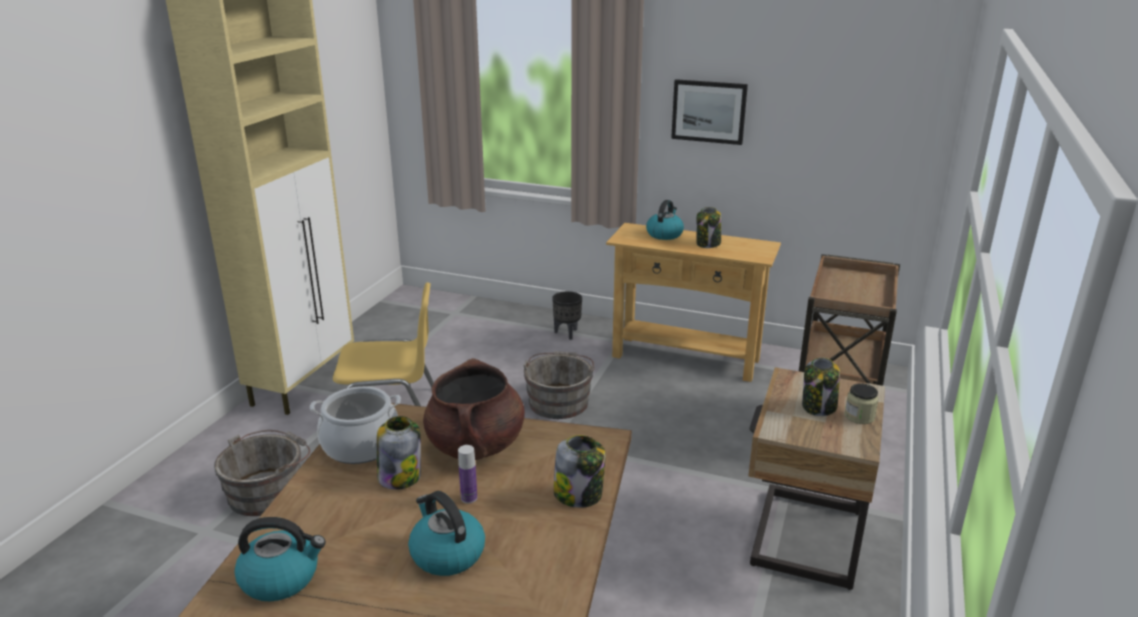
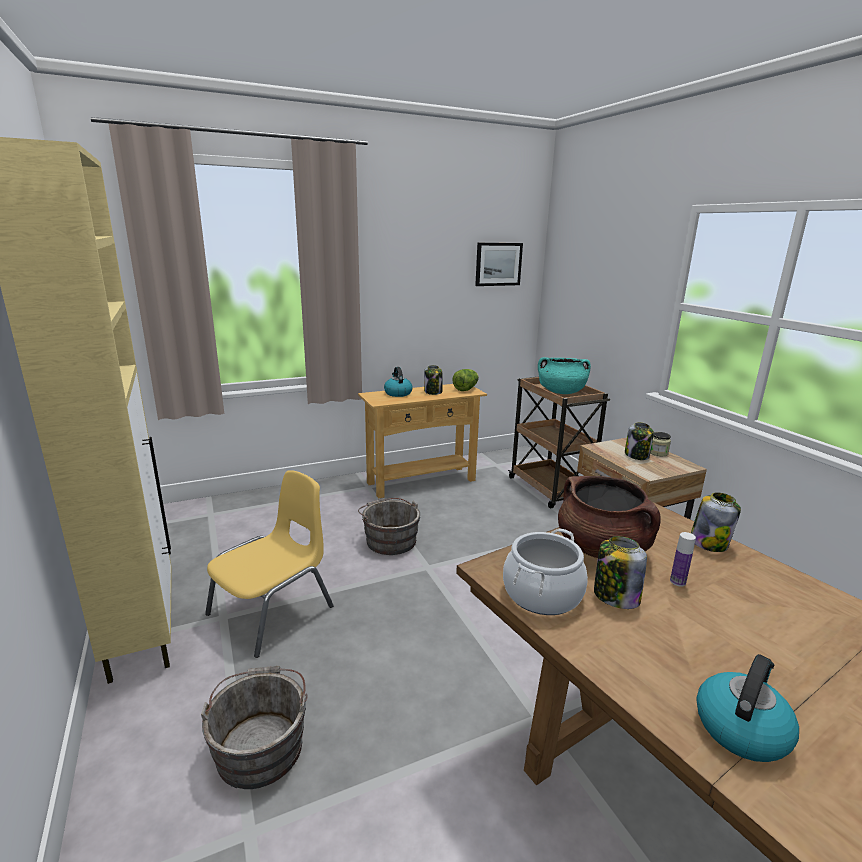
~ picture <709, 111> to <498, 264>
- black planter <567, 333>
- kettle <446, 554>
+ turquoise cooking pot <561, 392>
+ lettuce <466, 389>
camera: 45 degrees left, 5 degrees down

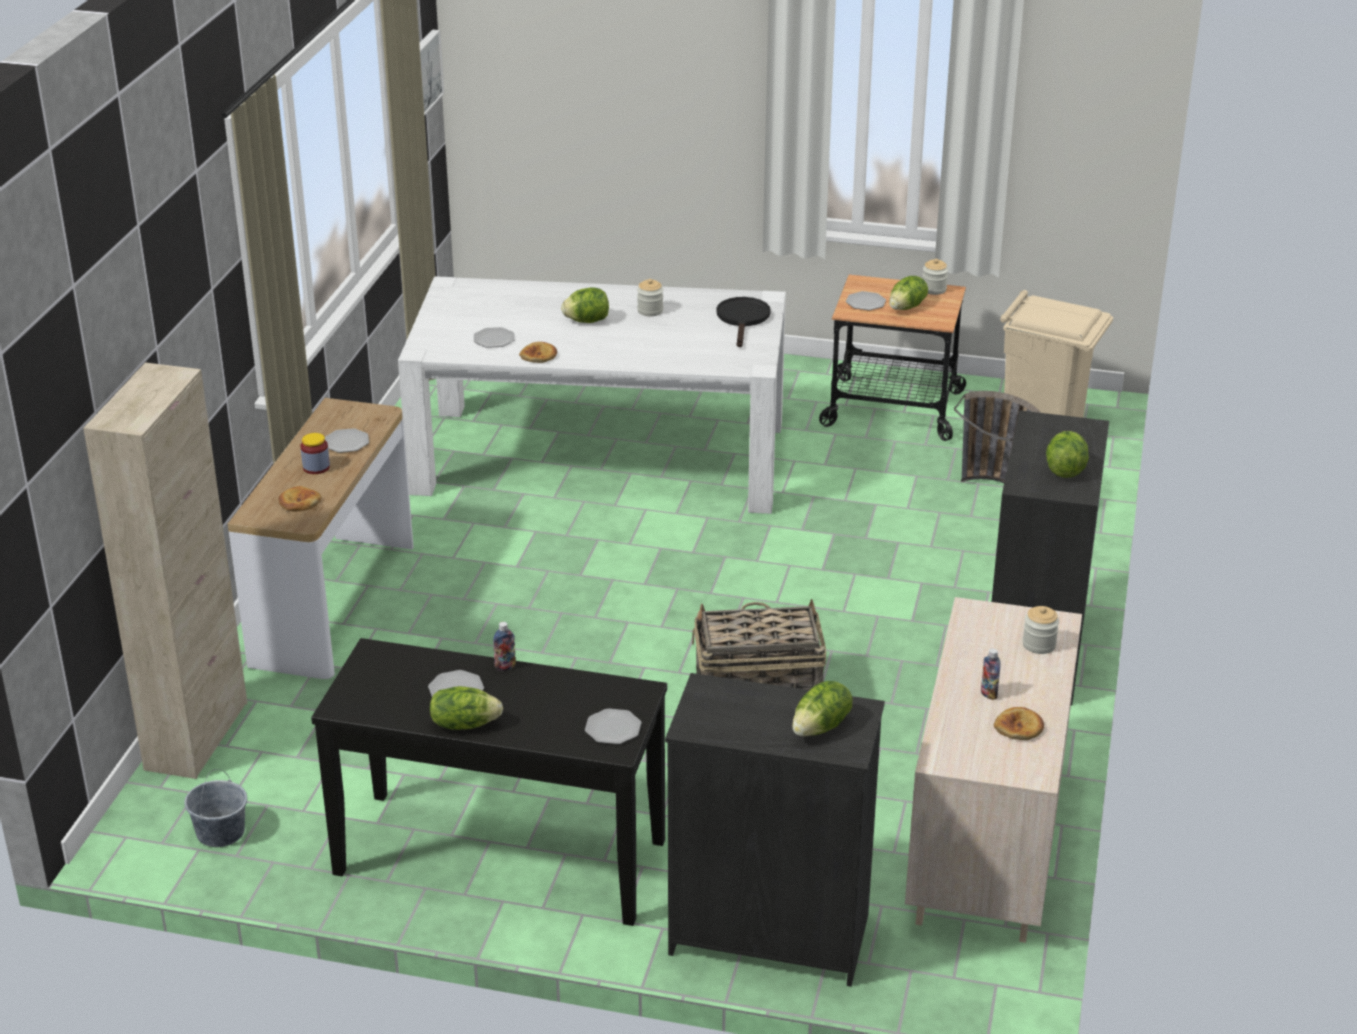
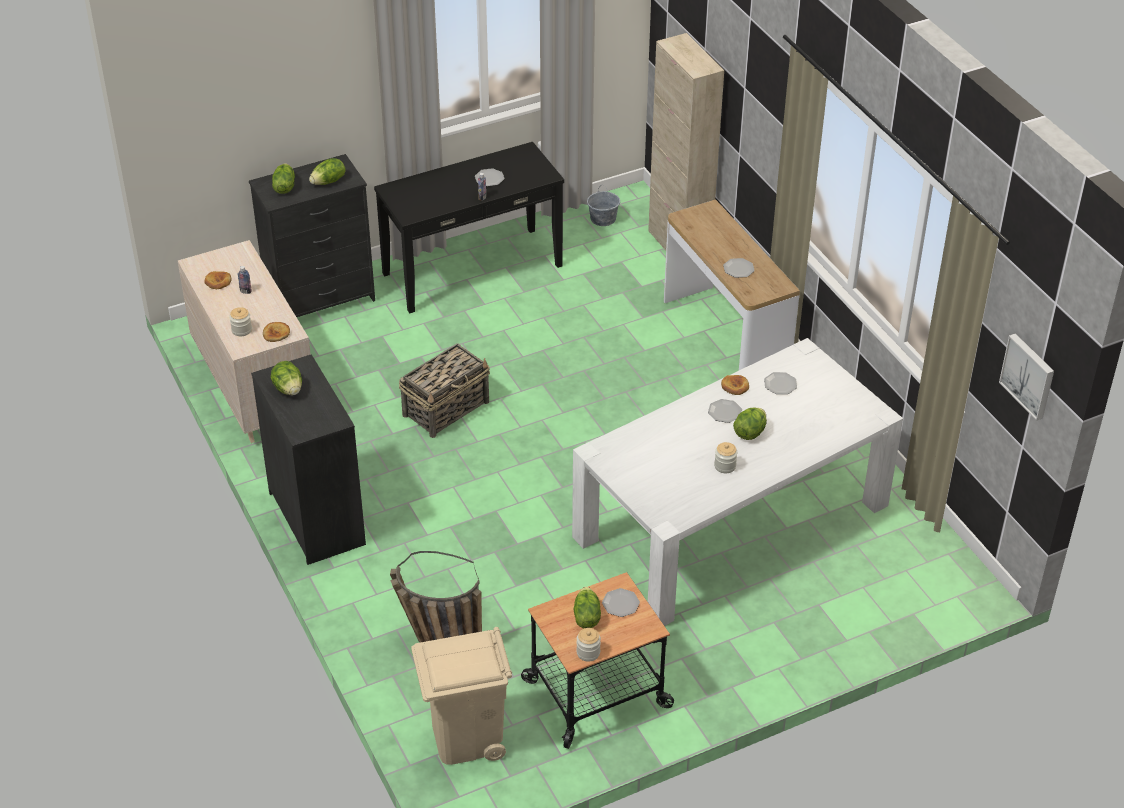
- black frying pan <743, 319>
- jar <316, 467>
~ bread <299, 502> to <276, 333>
~ lettuce <464, 724> to <329, 181>
~ plate <612, 728> to <725, 412>
camera: 140 degrees right, 10 degrees up

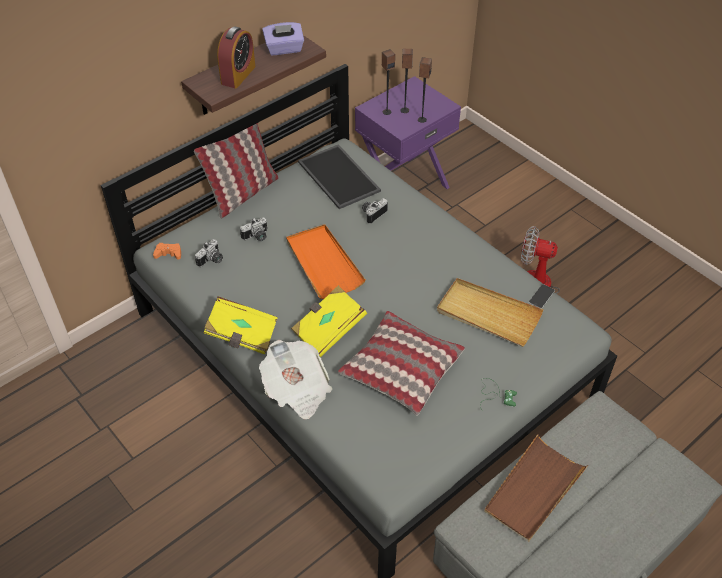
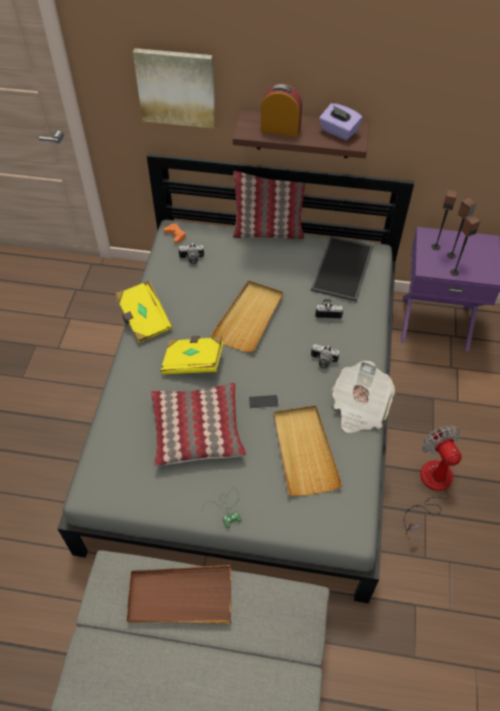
~ alarm clock <238, 75> = <280, 129> 150 degrees counterclockwise
~ photo camera <257, 237> to <323, 361>
~ orange tray <323, 263> to beige tray <249, 318>
~ phone <541, 296> to <263, 402>
~ newspaper <297, 390> to <359, 407>
+ picture <176, 87>
camera: 50 degrees right, 5 degrees up

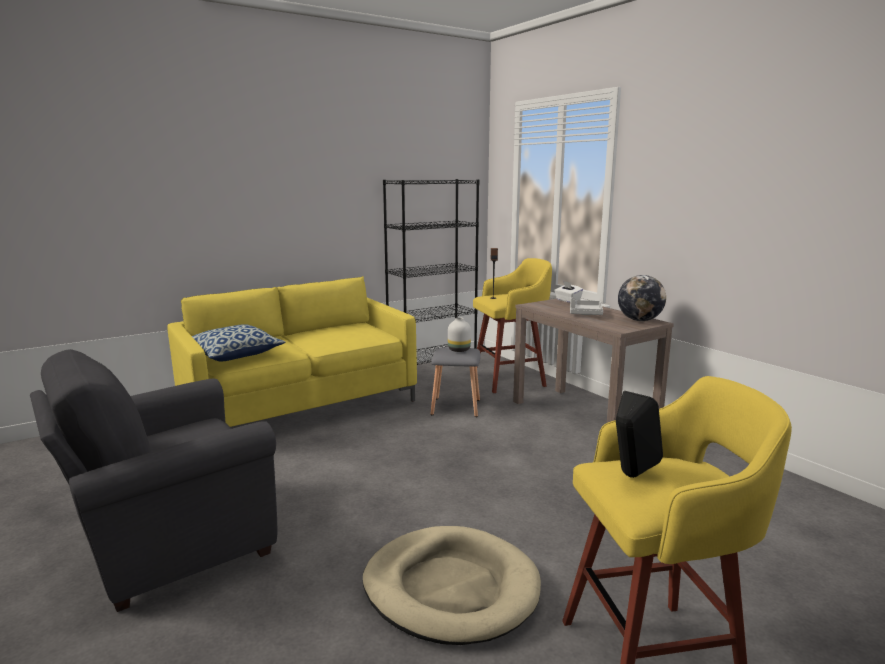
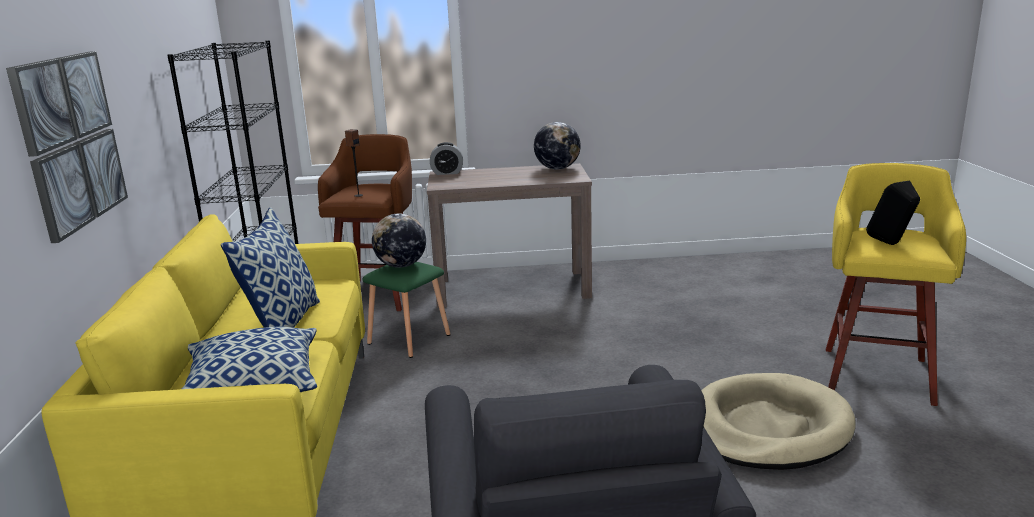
~ yellow stool <510, 380> to brown stool <379, 294>
~ white tissue box <567, 300> to alarm clock <447, 173>
- grey tray <585, 314>
~ white vase <459, 350> to globe <401, 265>
~ grey stool <456, 407> to green stool <409, 338>
+ picture <71, 141>
+ pillow <283, 324>
camera: 60 degrees left, 5 degrees up

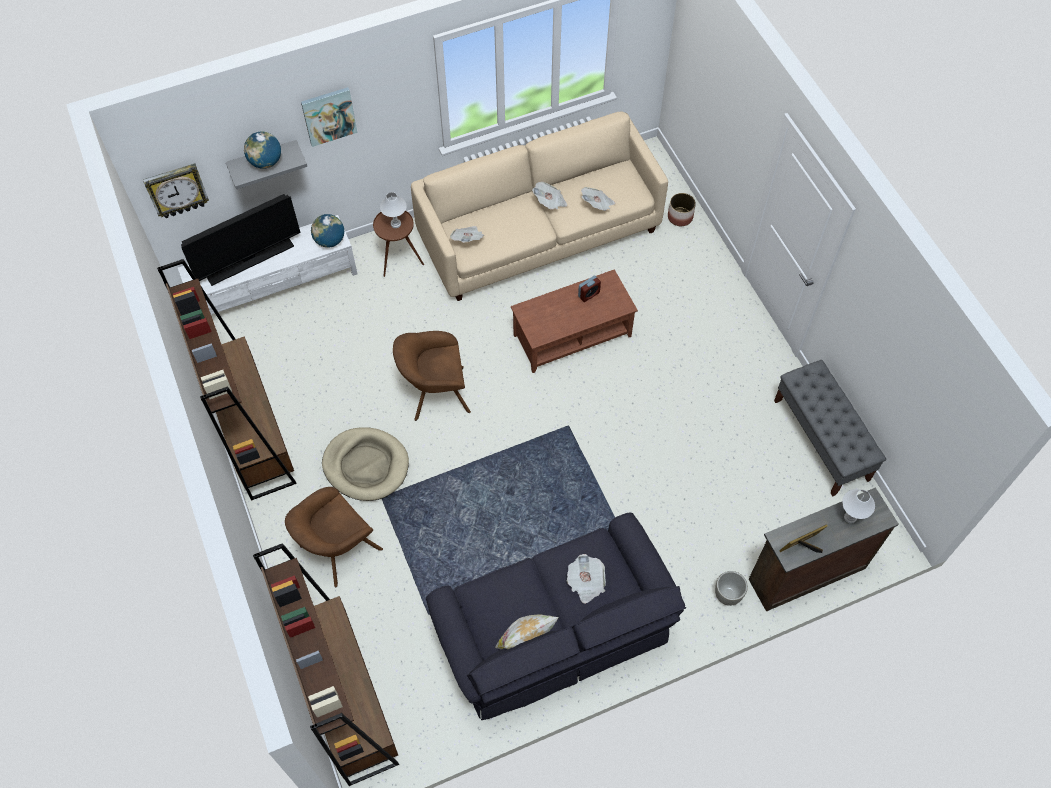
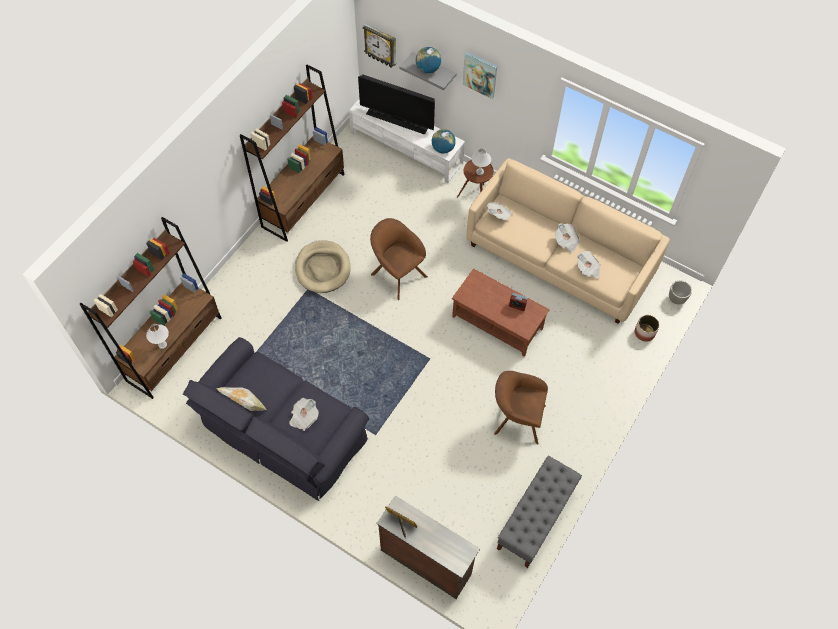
~ brown armchair <337, 550> to <516, 418>
~ white table lamp <850, 517> to <162, 345>
~ grey planter <727, 595> to <676, 298>
camera: 55 degrees right, 0 degrees up

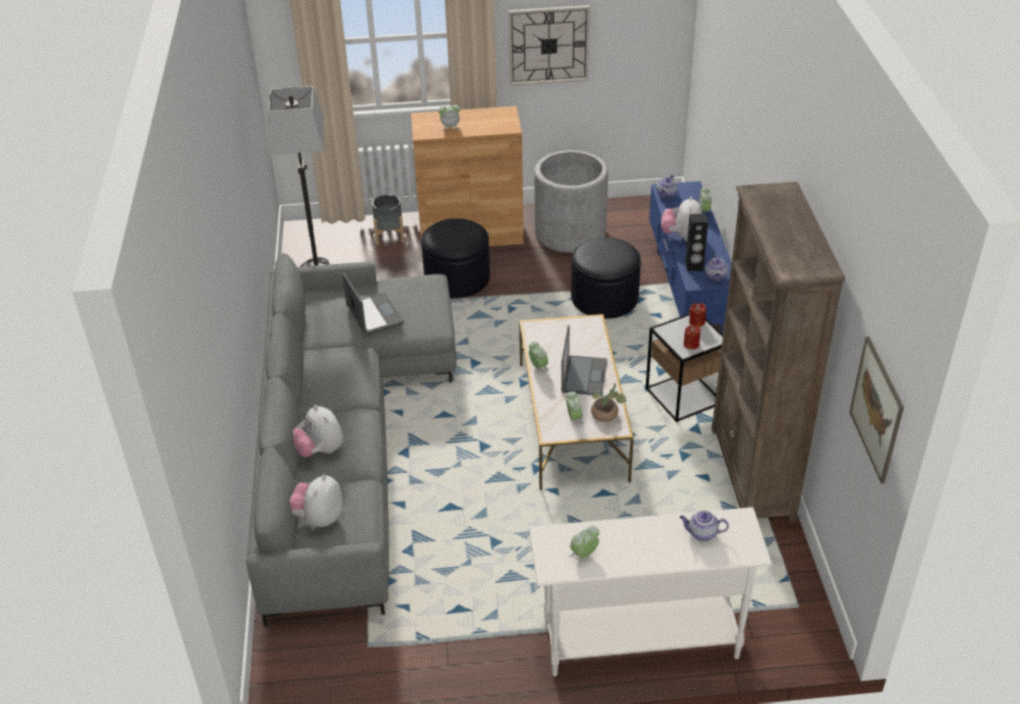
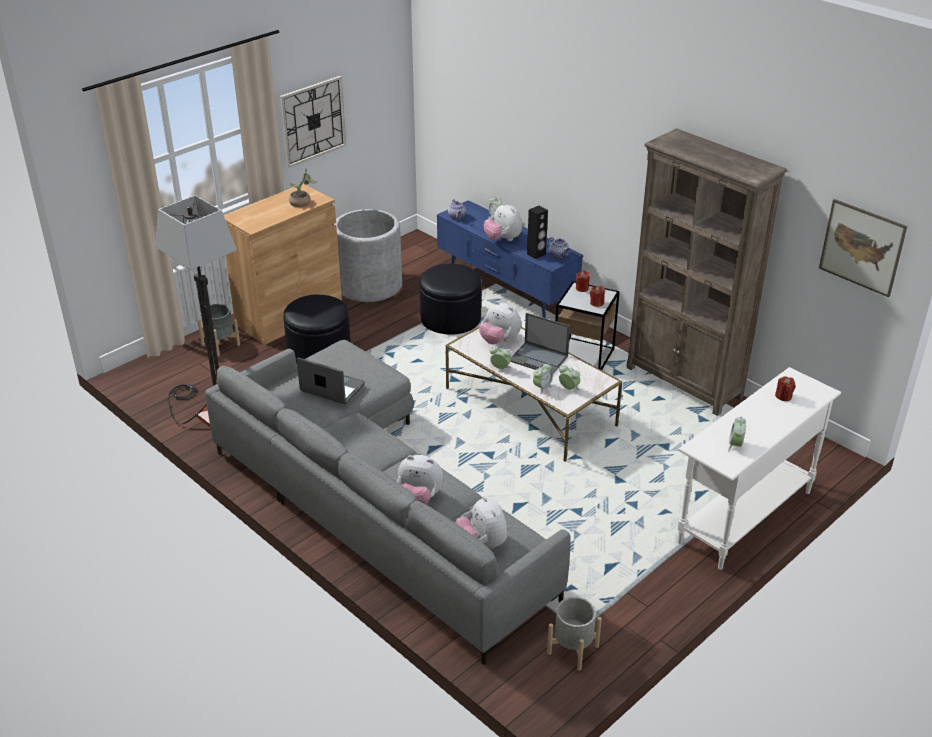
~ alarm clock <450, 127> to <542, 387>
~ laptop <584, 375> = <539, 359> 150 degrees clockwise
~ potted plant <606, 416> to <302, 203>
~ teapot <702, 534> to red candle <783, 396>
+ plush toy <499, 340>
+ grey planter <572, 649>
camera: 40 degrees left, 5 degrees down

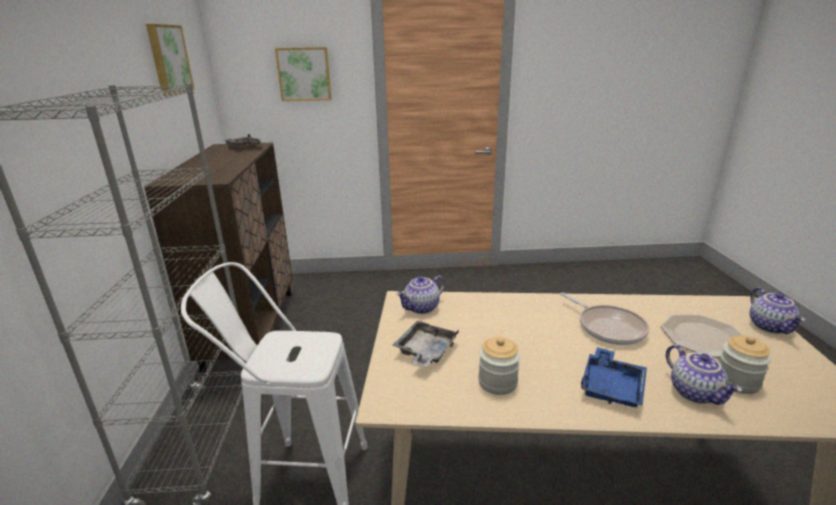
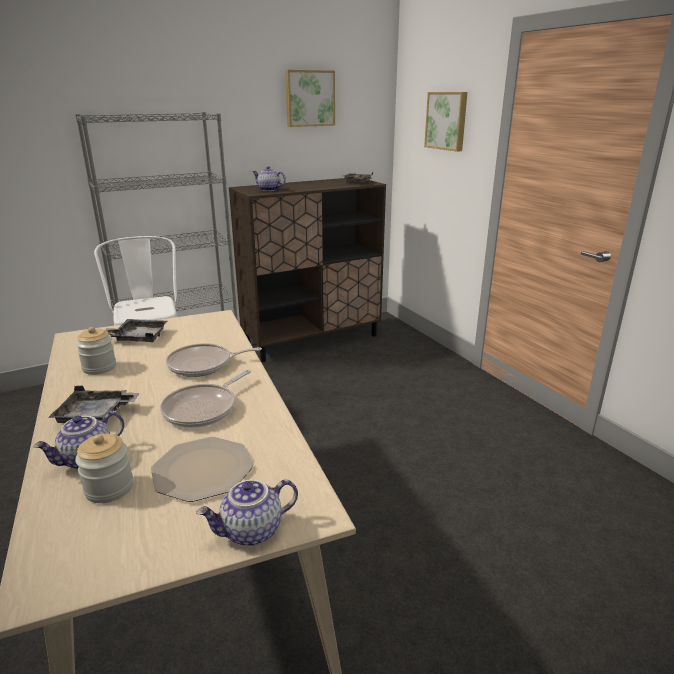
~ teapot <422, 308> to <268, 190>
~ blue tray <611, 387> to grey tray <95, 415>
+ frying pan <203, 365>
camera: 65 degrees right, 0 degrees up

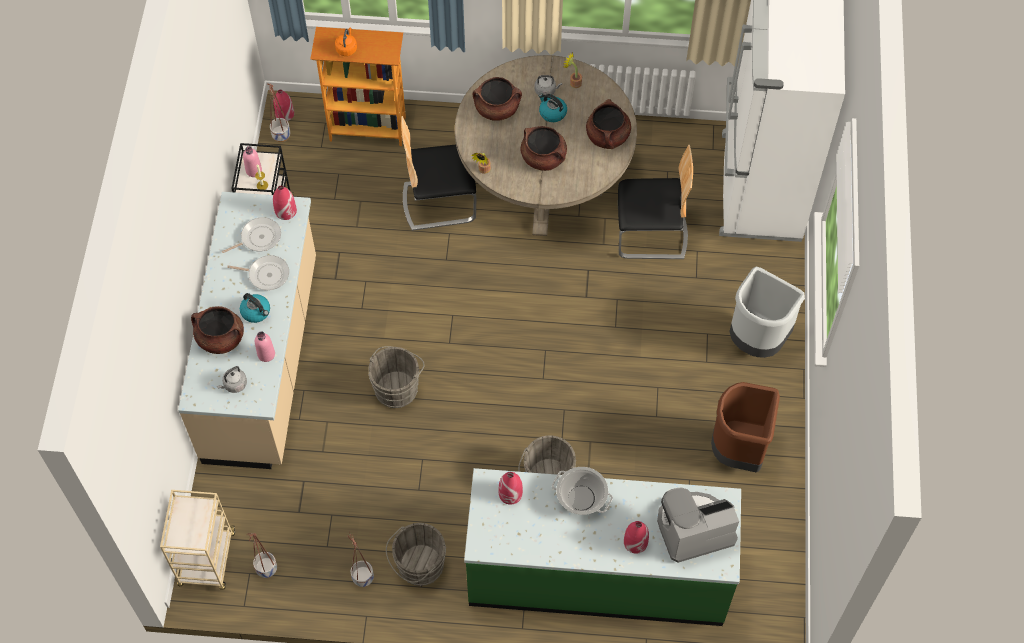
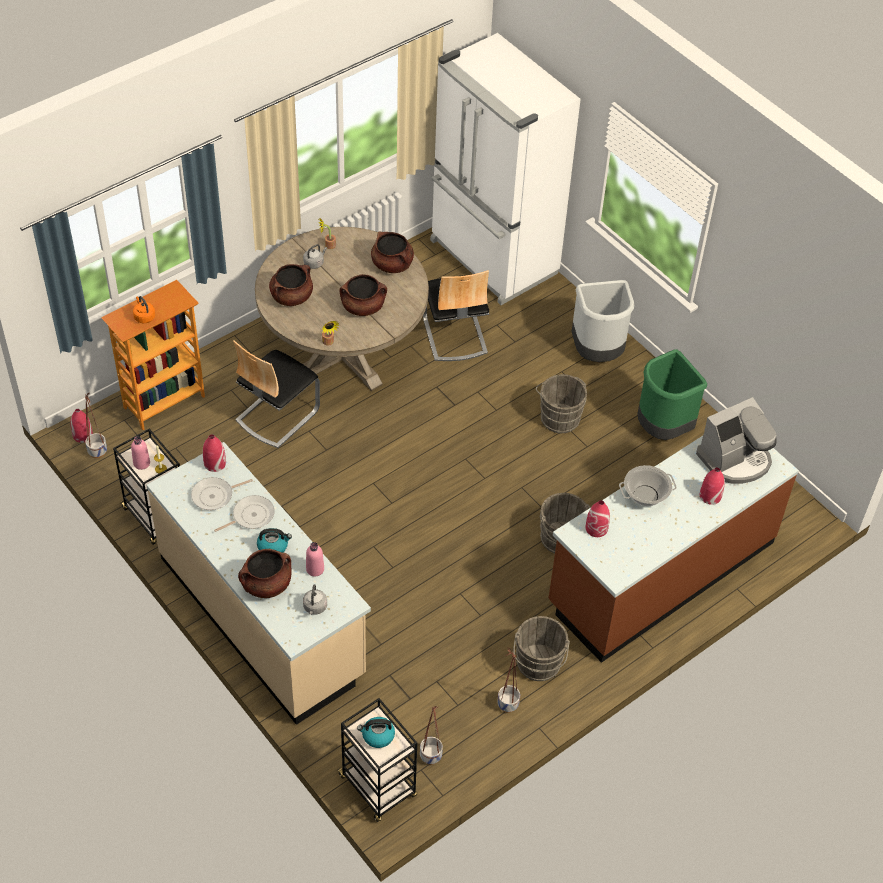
~ kettle <552, 113> to <377, 736>
~ chair <651, 234> = <454, 335> 120 degrees clockwise
~ frying pan <258, 238> = <215, 495> 135 degrees counterclockwise
~ grey bucket <397, 387> to <559, 416>
~ brown trash can <738, 450> to green trash can <662, 429>
~ green counter <597, 572> to brown counter <660, 572>
~ coffee machine <693, 528> = <735, 459> 150 degrees counterclockwise
~ beige cart <207, 560> to black cart <378, 787>
camera: 45 degrees left, 10 degrees down

